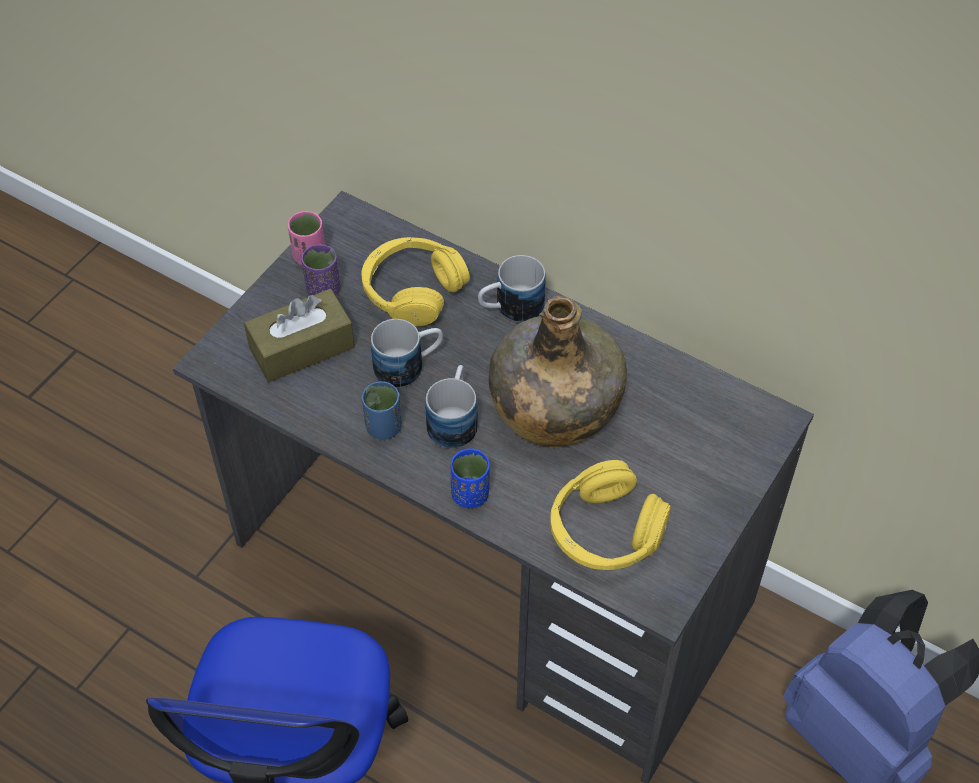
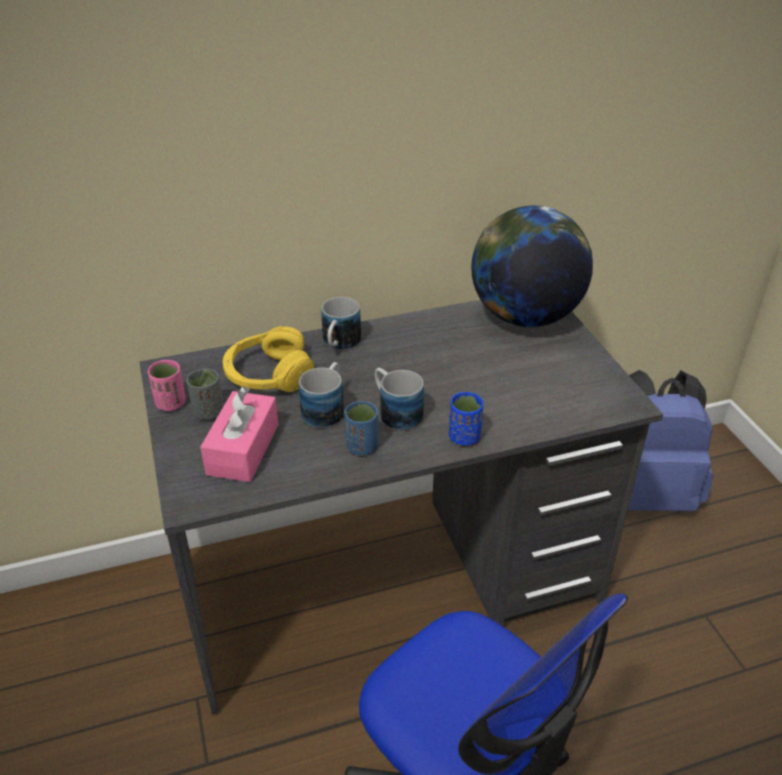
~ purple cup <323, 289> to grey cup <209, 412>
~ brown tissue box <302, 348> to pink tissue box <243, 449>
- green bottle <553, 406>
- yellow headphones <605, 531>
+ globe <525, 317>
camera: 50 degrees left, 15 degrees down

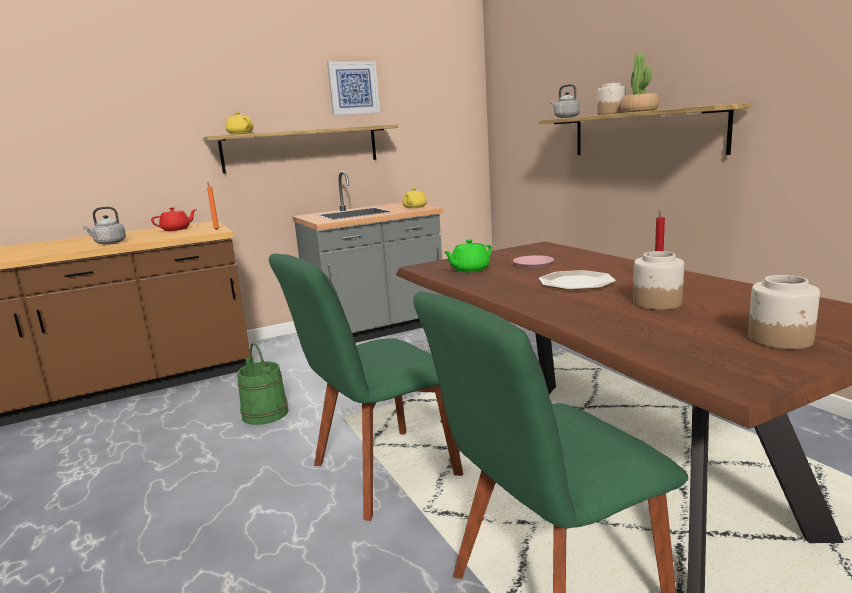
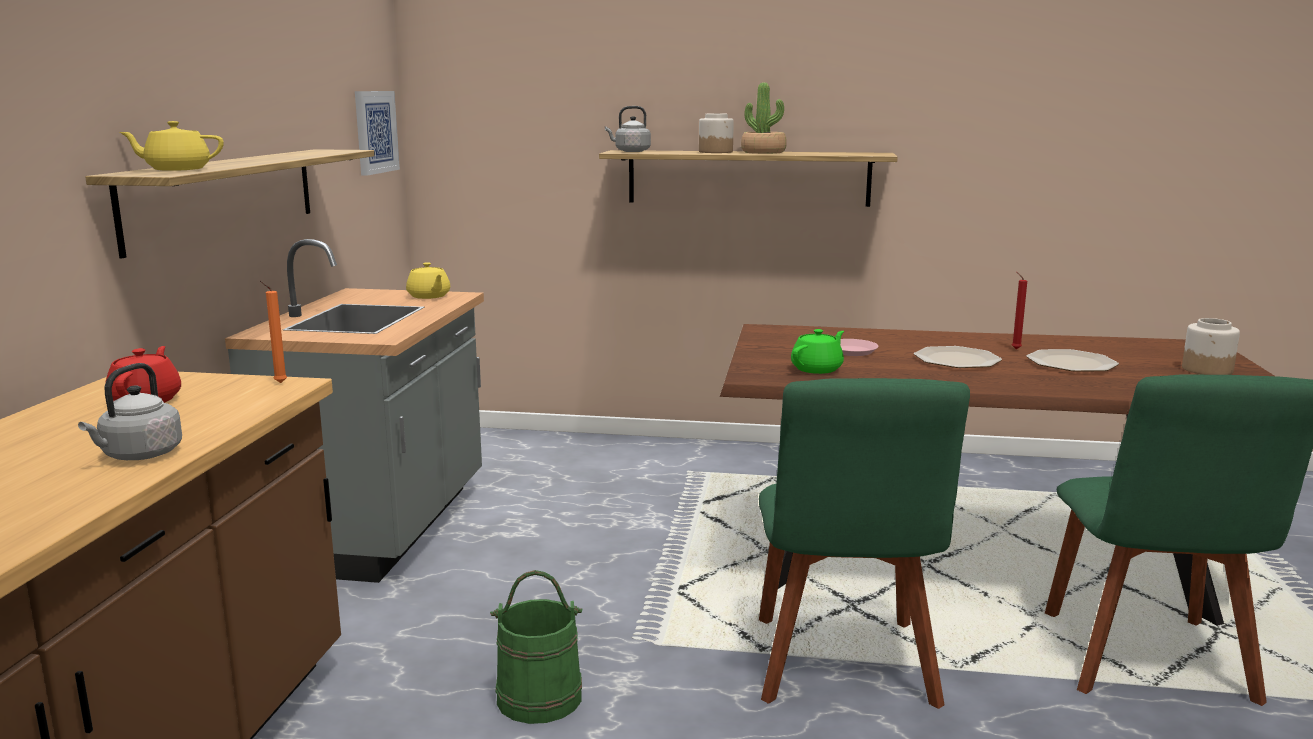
~ picture <353, 88> to <375, 132>
~ green teapot <469, 270> = <817, 369> 135 degrees counterclockwise
~ jar <656, 303> to plate <1070, 363>
camera: 55 degrees left, 0 degrees up

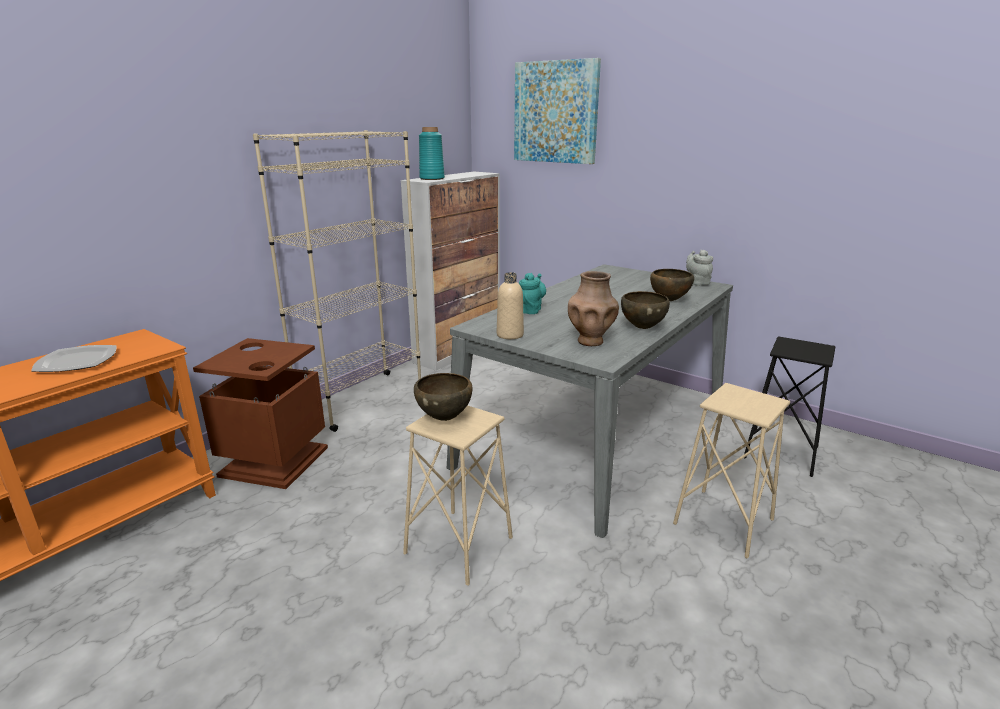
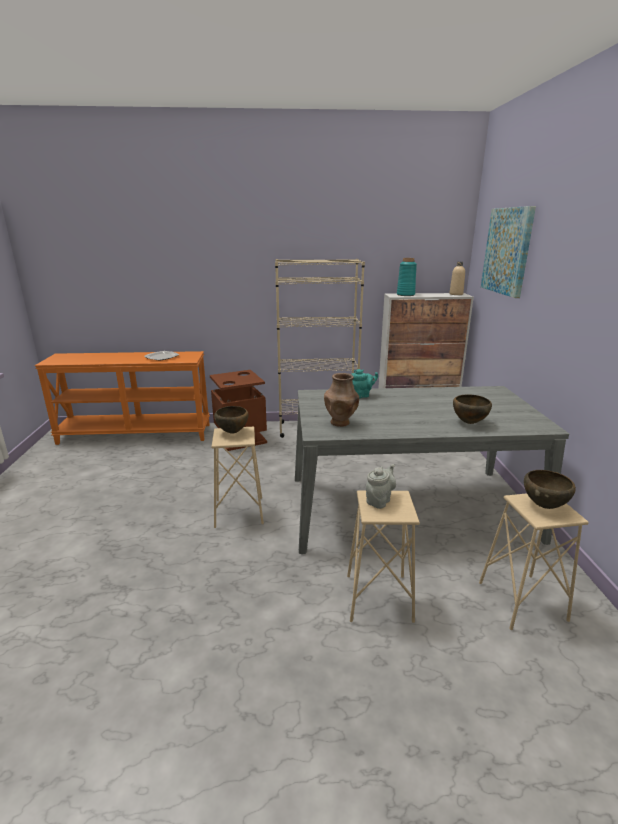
~ grey teapot <697, 282> to <379, 500>
~ beige bottle <510, 335> to <456, 294>
~ brown bowl <642, 328> to <544, 506>
~ black stool <781, 453> to beige stool <521, 601>
camera: 50 degrees right, 0 degrees up

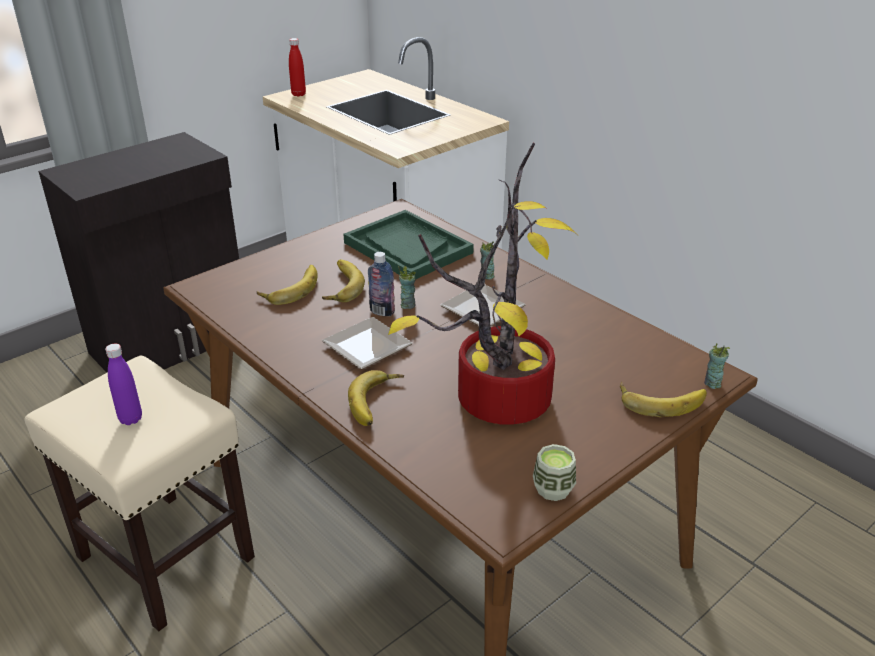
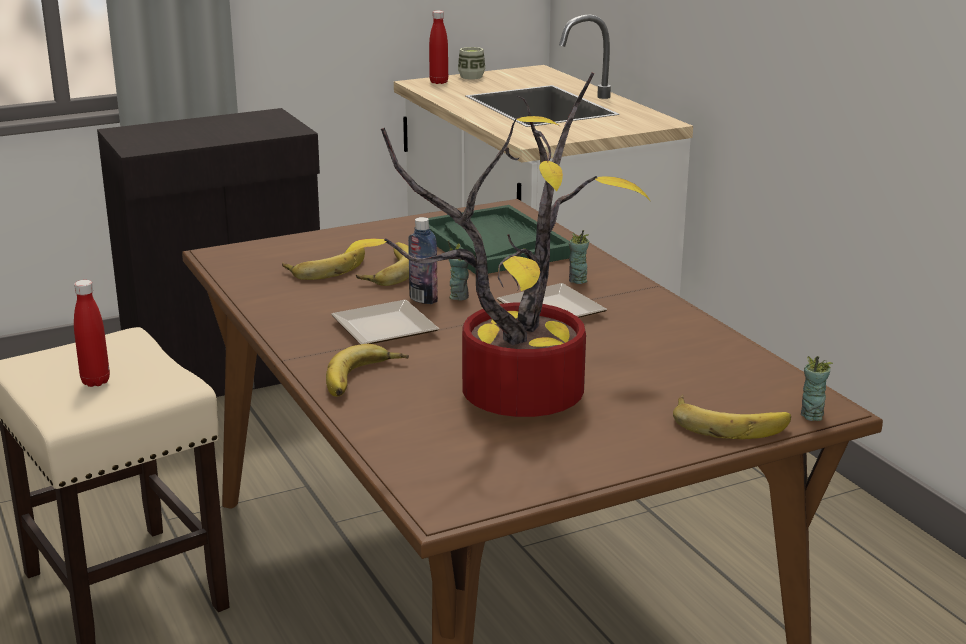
~ purple bottle <130, 419> to red bottle <95, 381>
~ cup <553, 489> to <471, 77>
camera: 15 degrees right, 10 degrees down

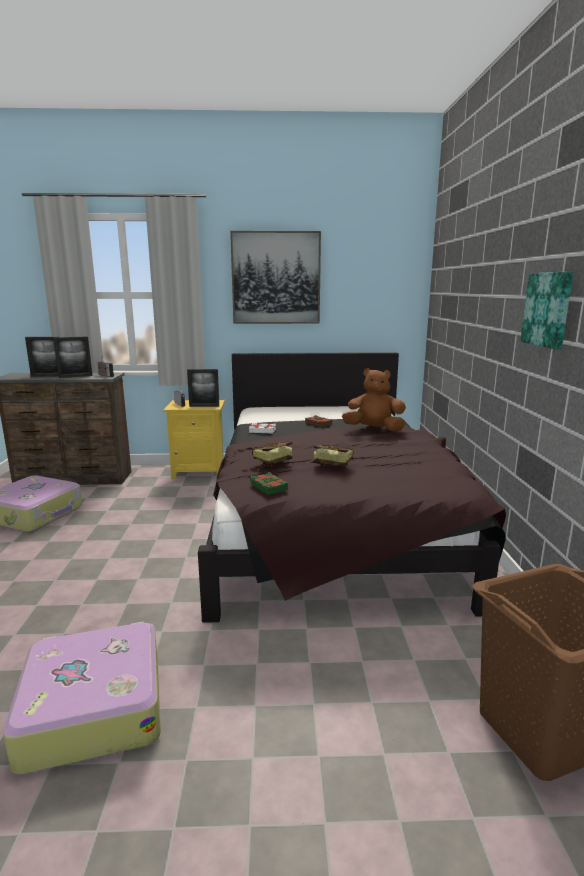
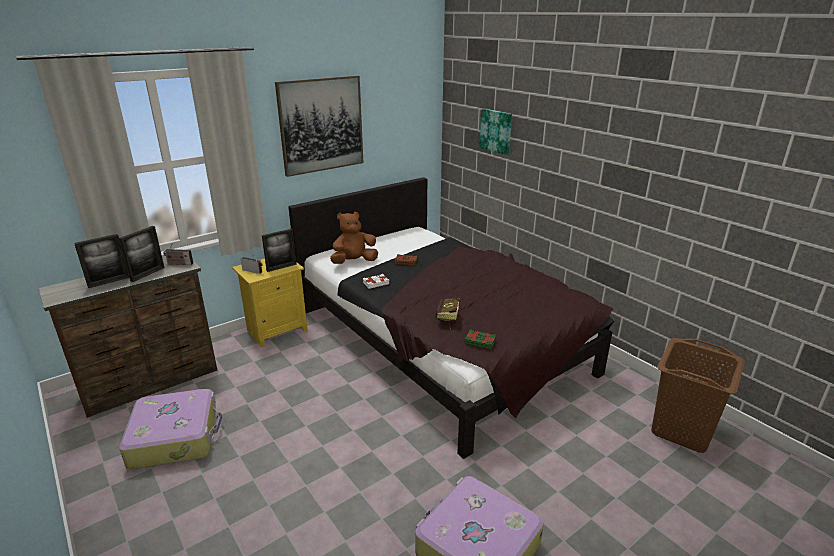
~ picture <548, 309> to <496, 131>
~ brown plush toy <374, 429> to <354, 262>
- book <329, 464>
camera: 35 degrees left, 10 degrees up

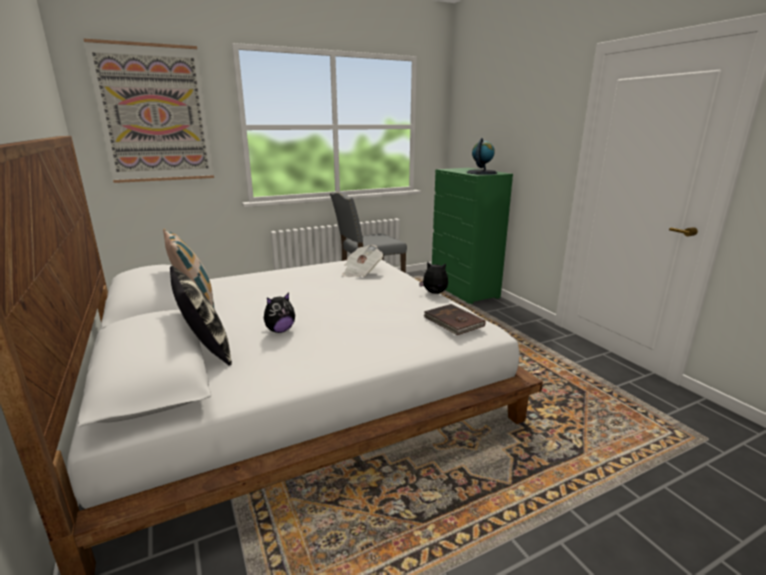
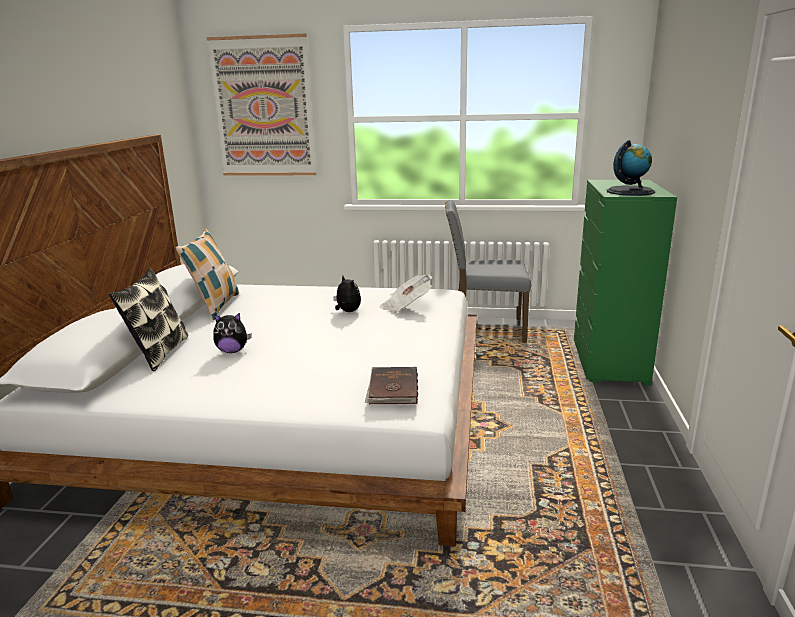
~ plush toy <434, 293> to <347, 311>
camera: 35 degrees right, 0 degrees up

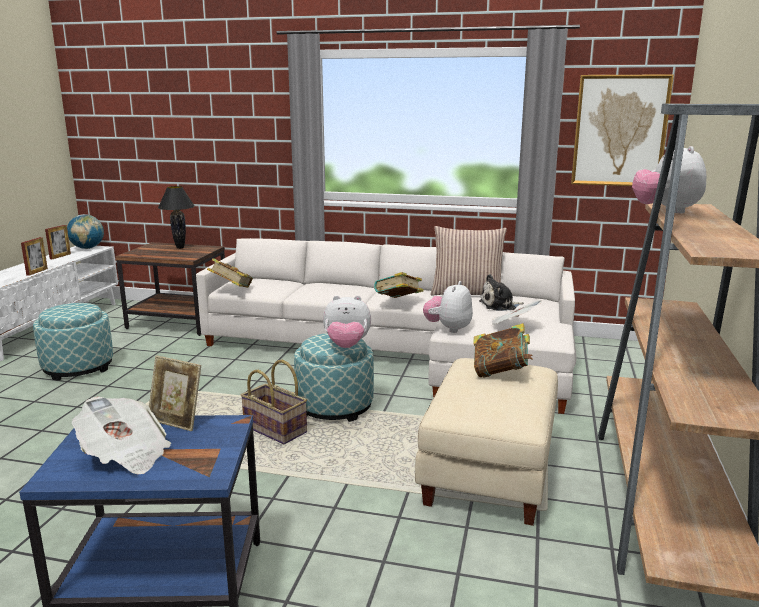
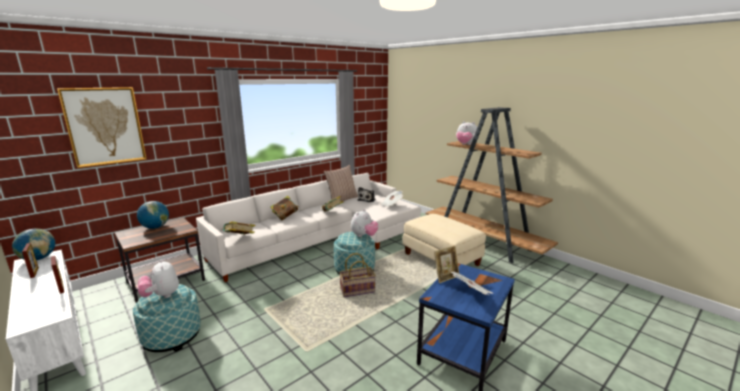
~ picture <619, 131> to <105, 126>
~ black table lamp <180, 247> to globe <155, 227>
~ plush toy <448, 329> to <161, 296>
~ book <500, 373> to <285, 216>
camera: 55 degrees left, 0 degrees up

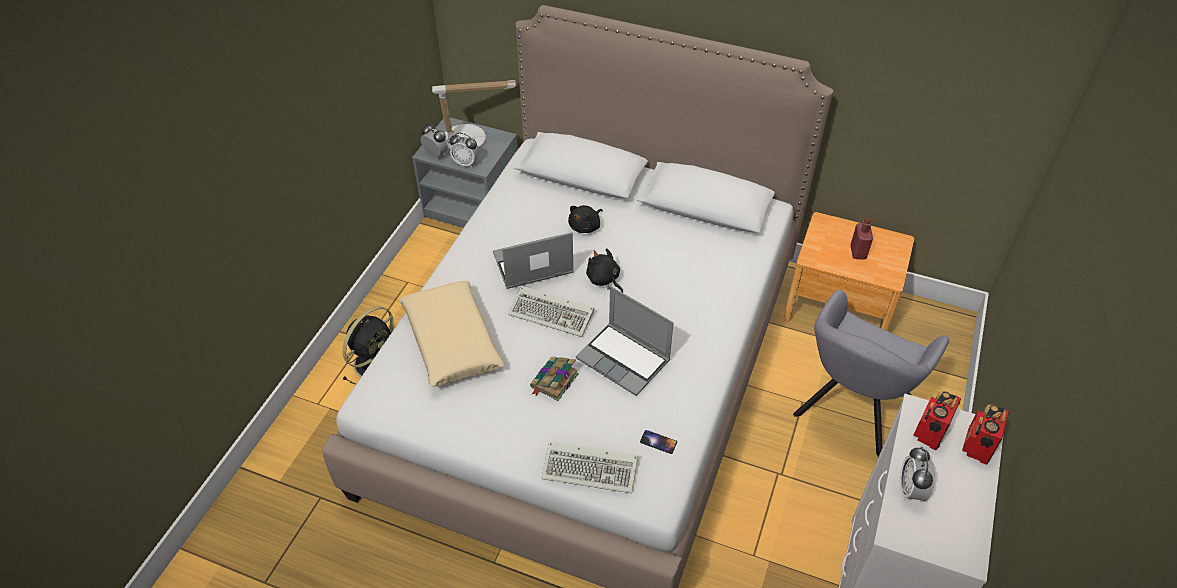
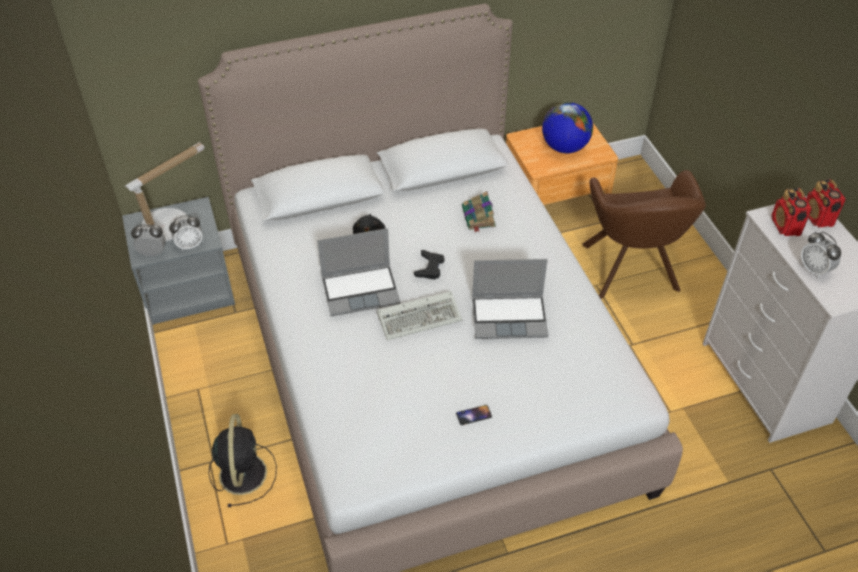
~ red bottle <858, 252> to globe <564, 147>
~ laptop <532, 265> = <361, 290> 135 degrees counterclockwise
~ black plush toy <604, 280> to black game controller <429, 268>
- beige pillow <451, 341>
~ grey armchair <850, 411> to brown armchair <631, 271>
~ book <553, 381> to <478, 217>
~ phone <658, 442> to <473, 415>
- keyboard <592, 469>
camera: 40 degrees left, 0 degrees up

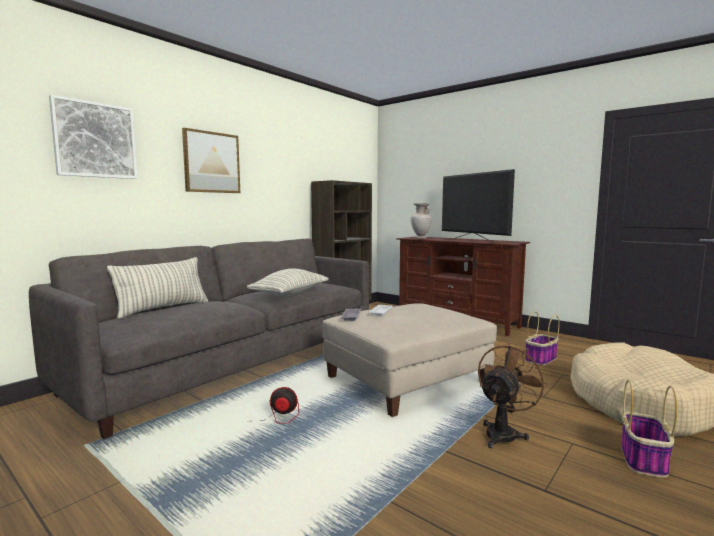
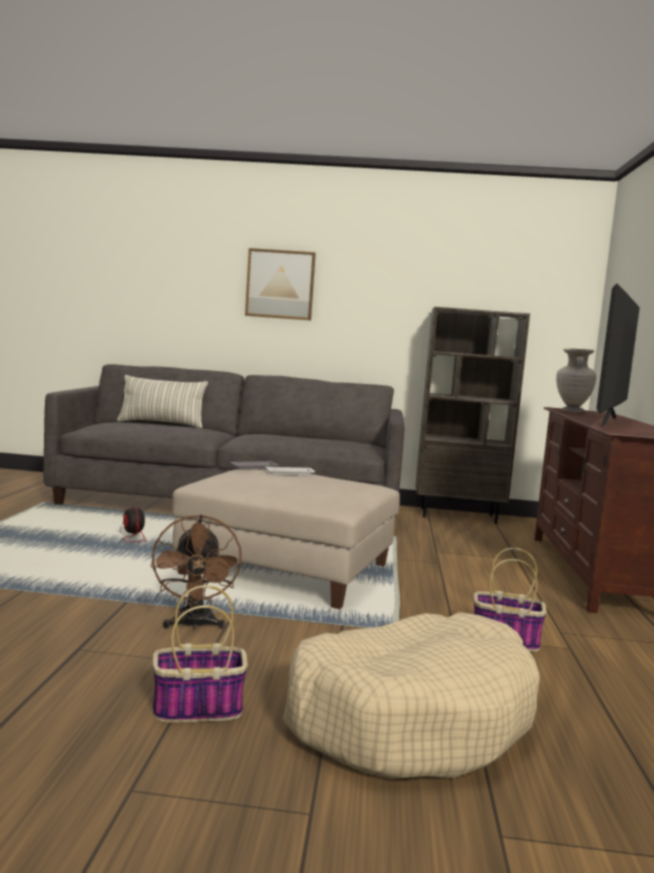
- picture <95, 140>
- pillow <290, 294>
~ brown fan <504, 433> = <194, 625> 75 degrees clockwise
camera: 55 degrees right, 0 degrees up

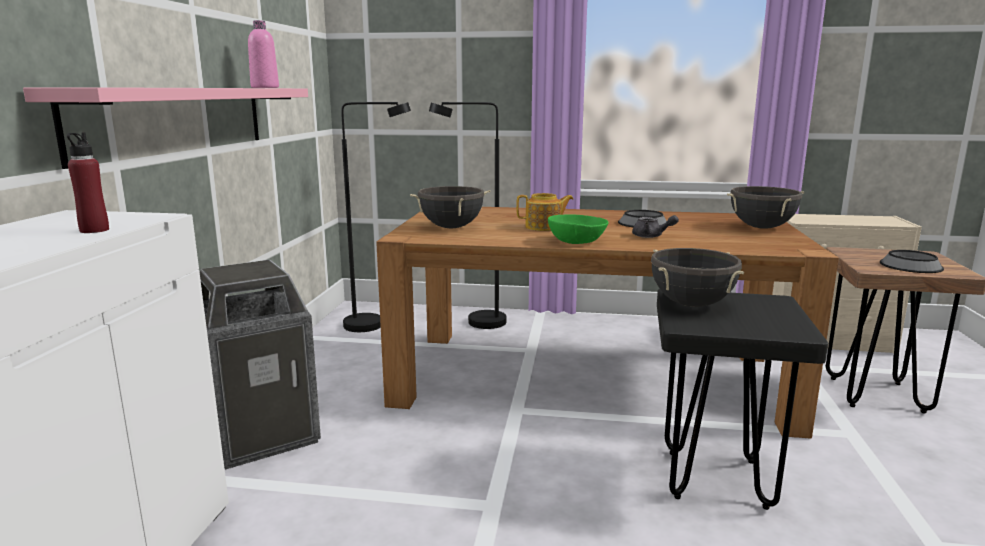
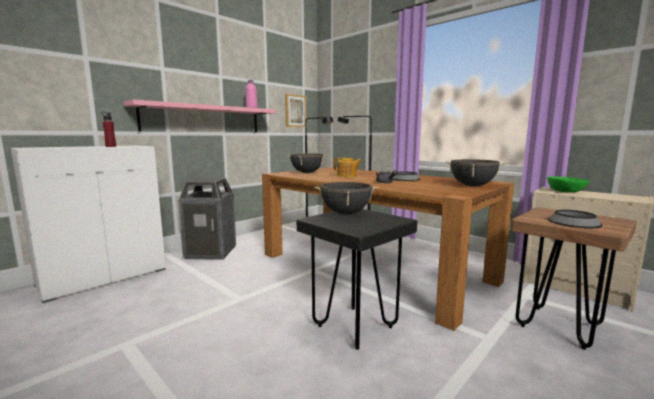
~ green bowl <576, 241> to <566, 191>
+ picture <295, 111>
camera: 35 degrees right, 5 degrees down

